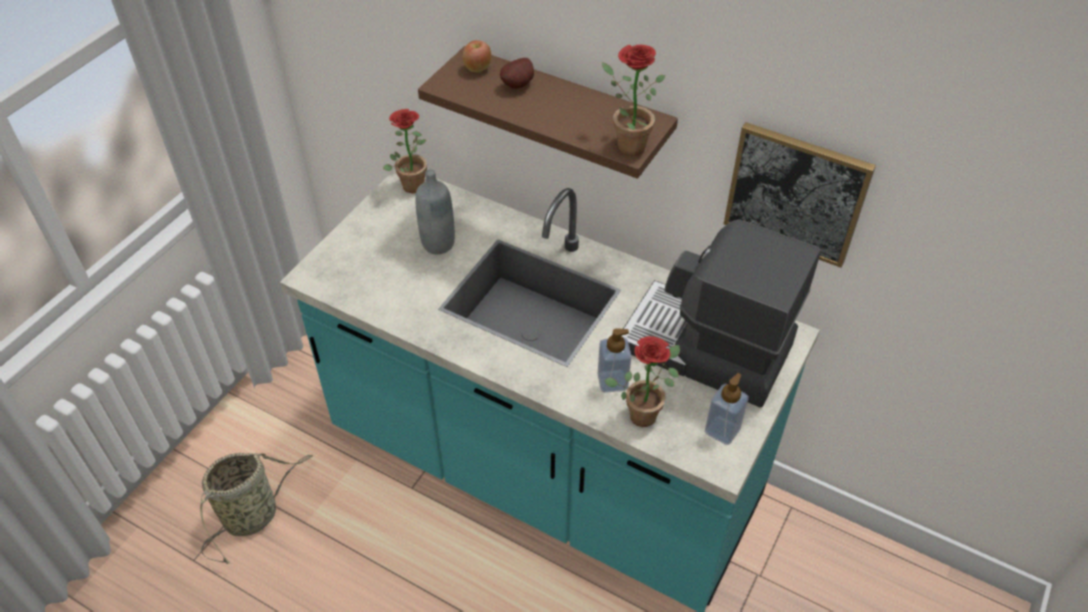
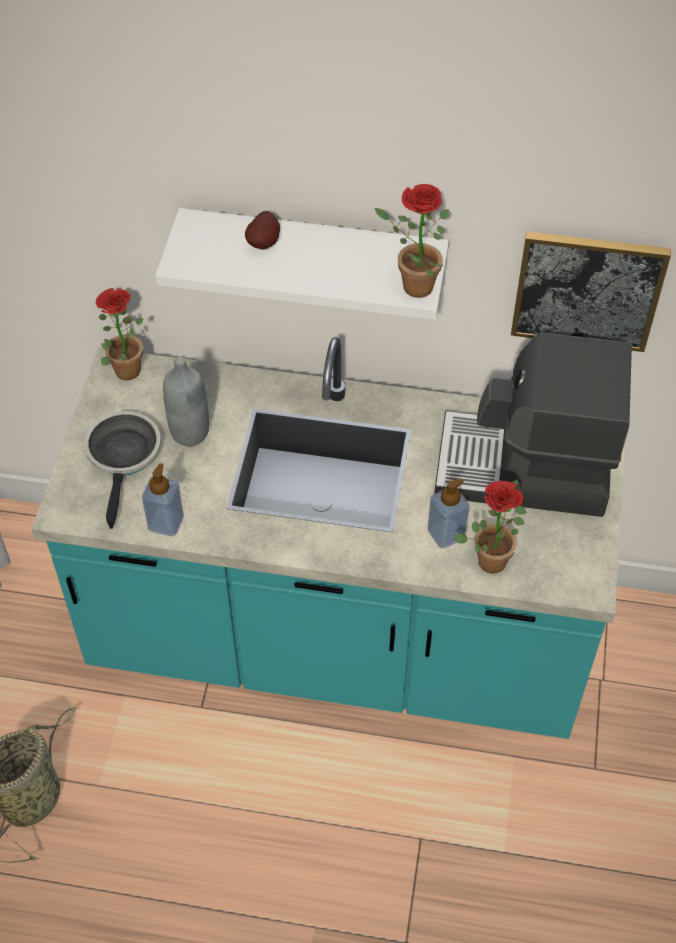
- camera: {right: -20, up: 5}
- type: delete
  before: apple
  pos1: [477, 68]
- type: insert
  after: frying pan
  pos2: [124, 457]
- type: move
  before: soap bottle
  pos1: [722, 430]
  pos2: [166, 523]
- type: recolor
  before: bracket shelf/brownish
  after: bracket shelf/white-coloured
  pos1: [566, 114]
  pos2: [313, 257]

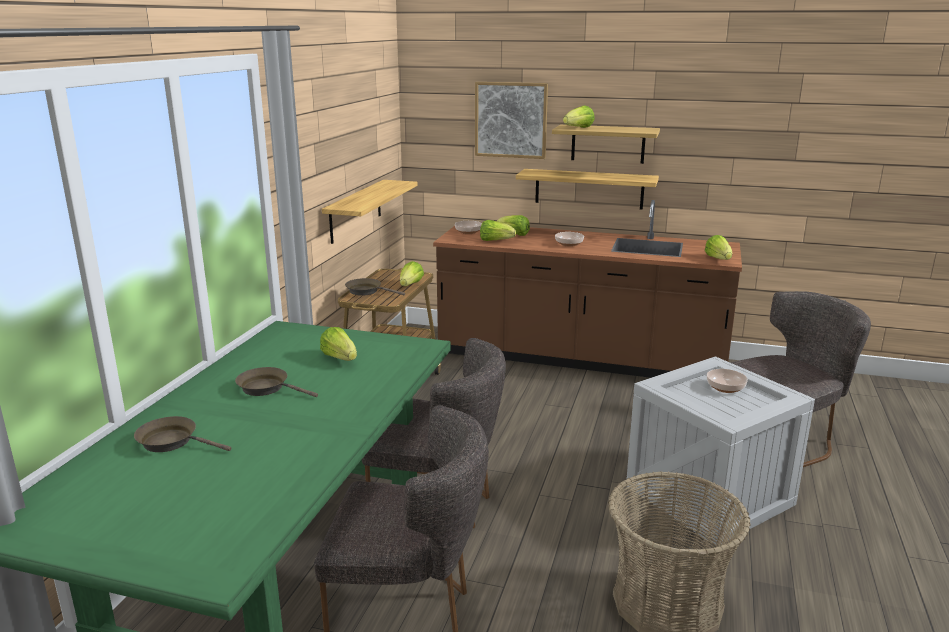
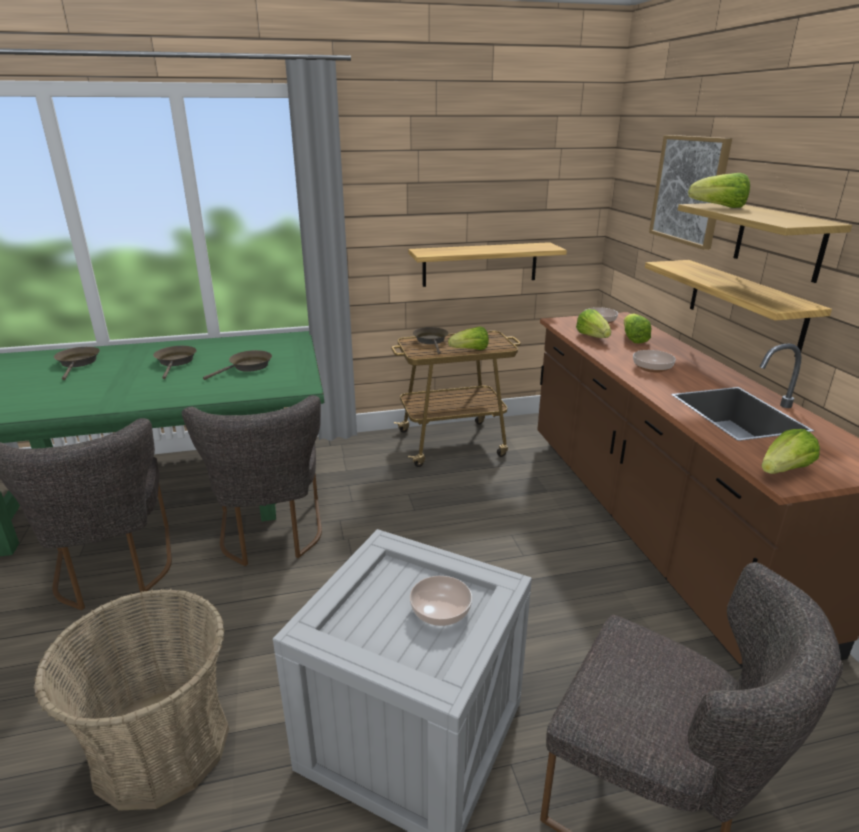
- camera: {right: 60, up: 5}
- type: replace
  before: lettuce head
  after: frying pan/brownish
  pos1: [340, 358]
  pos2: [248, 367]

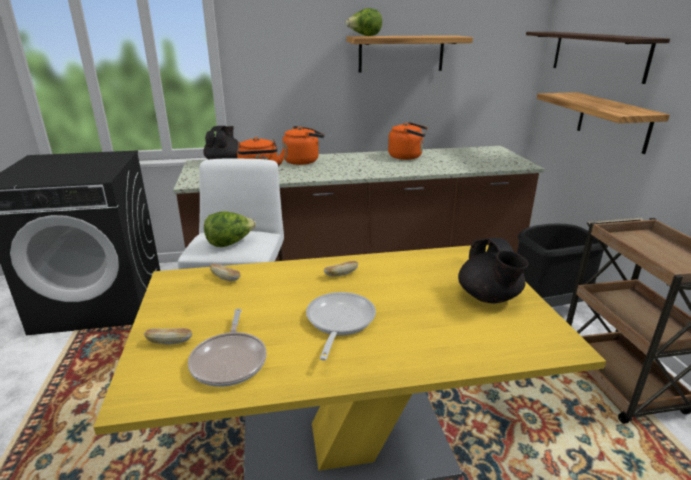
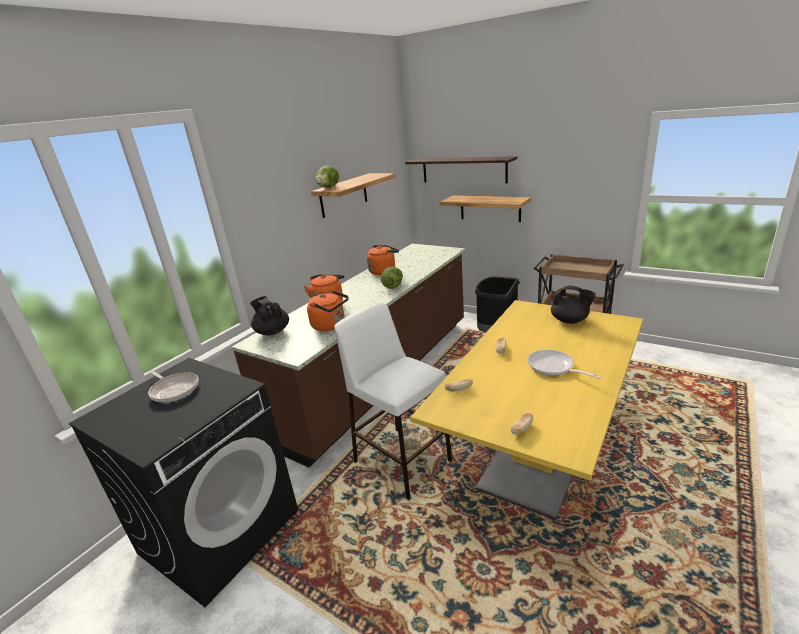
- camera: {right: -45, up: 0}
- type: move
  before: frying pan
  pos1: [230, 360]
  pos2: [174, 390]
- type: move
  before: lettuce head
  pos1: [230, 243]
  pos2: [393, 286]

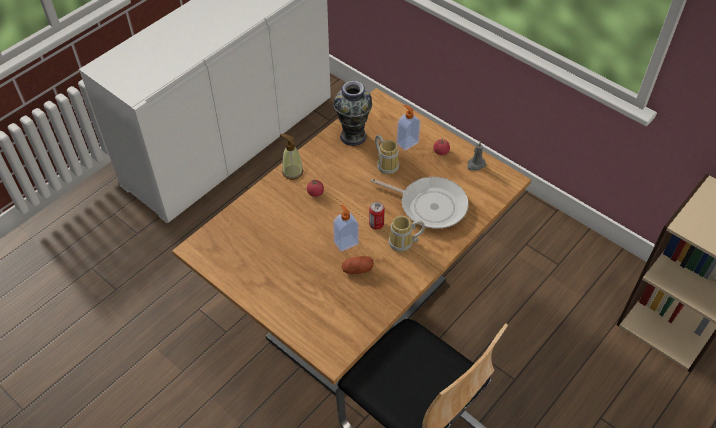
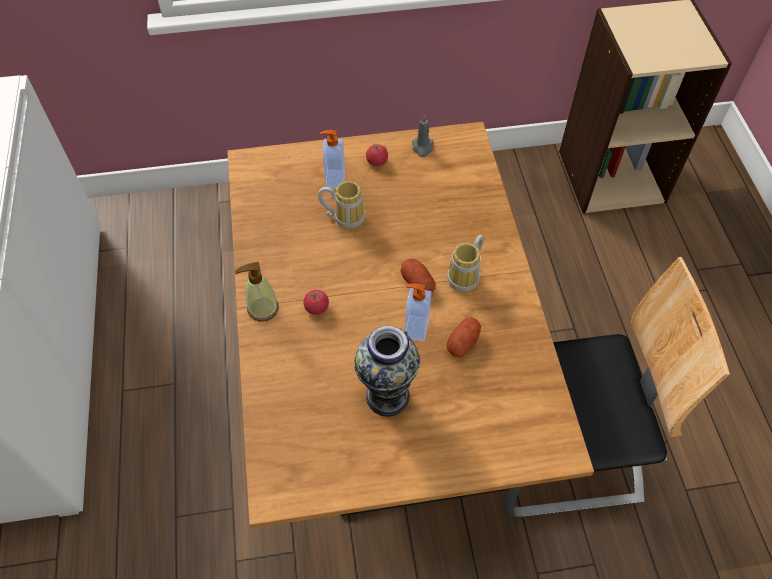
- camera: {right: -50, up: 5}
- type: delete
  before: frying pan
  pos1: [429, 205]
- type: move
  before: flower vase
  pos1: [353, 136]
  pos2: [388, 396]
- type: replace
  before: sealed can
  after: potato
  pos1: [376, 224]
  pos2: [417, 283]

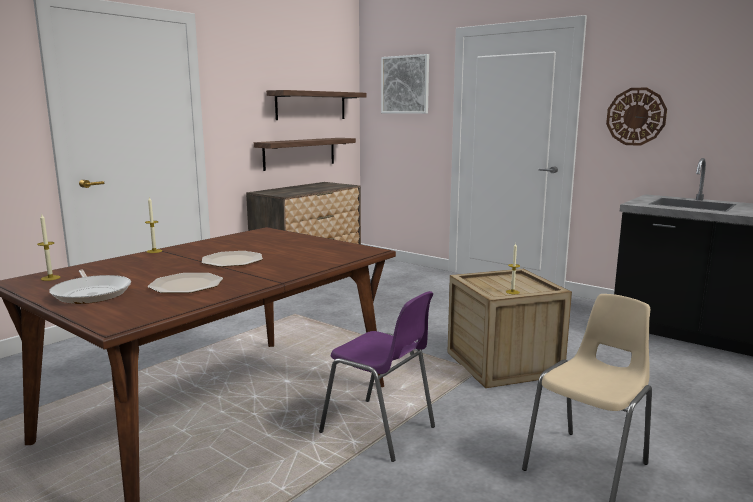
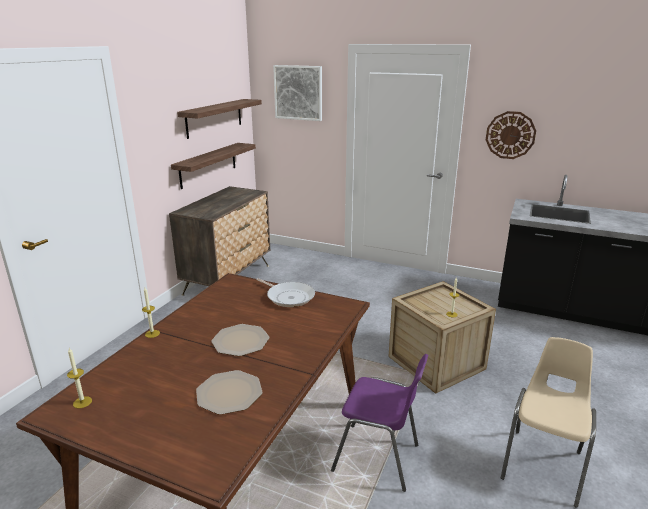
- camera: {right: -15, up: 10}
- type: move
  before: frying pan
  pos1: [92, 293]
  pos2: [289, 297]

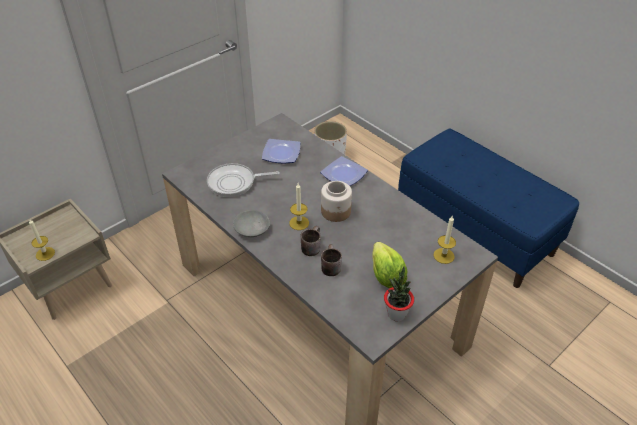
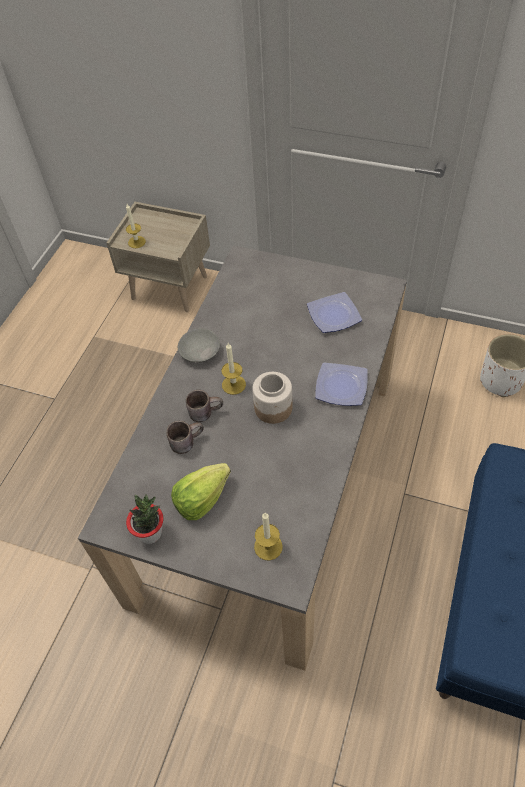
- camera: {right: 65, up: 10}
- type: delete
  before: frying pan
  pos1: [234, 183]

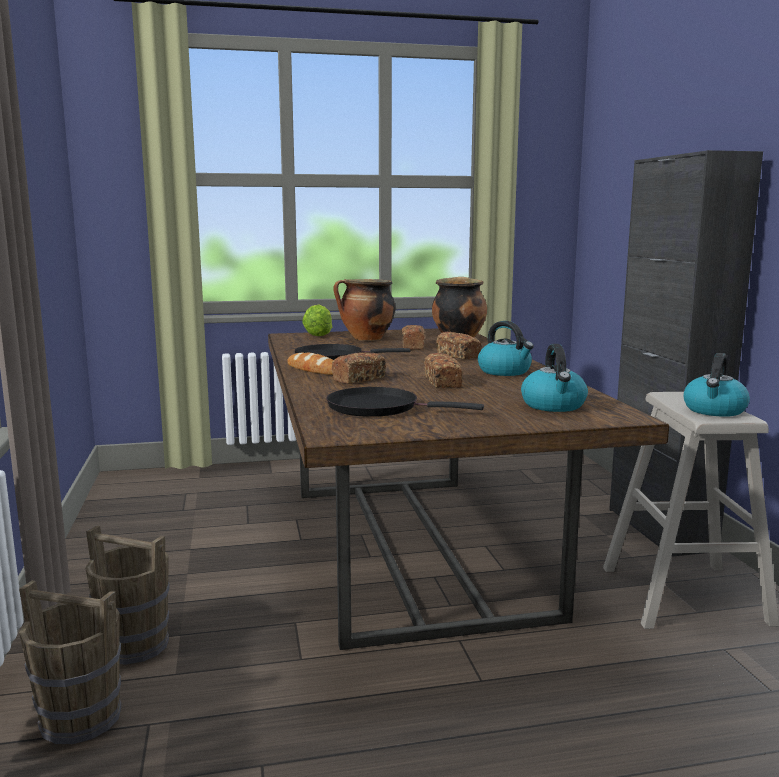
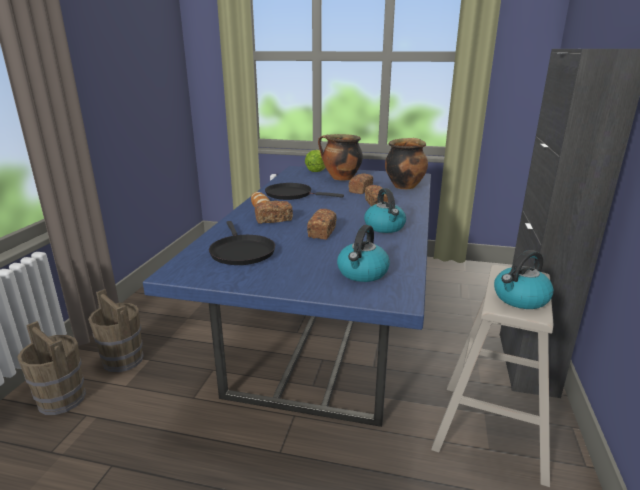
- camera: {right: 25, up: 10}
- type: recolor
  before: dining table/brownish
  after: dining table/blue
  pos1: [411, 546]
  pos2: [329, 331]
- type: rotate
  before: frying pan/black
  pos1: [379, 408]
  pos2: [241, 252]
  turn: -150

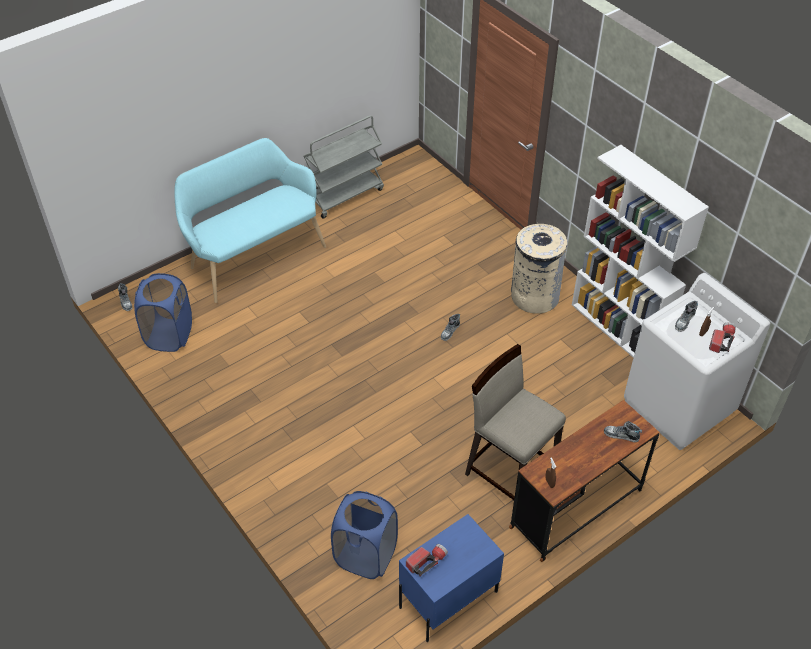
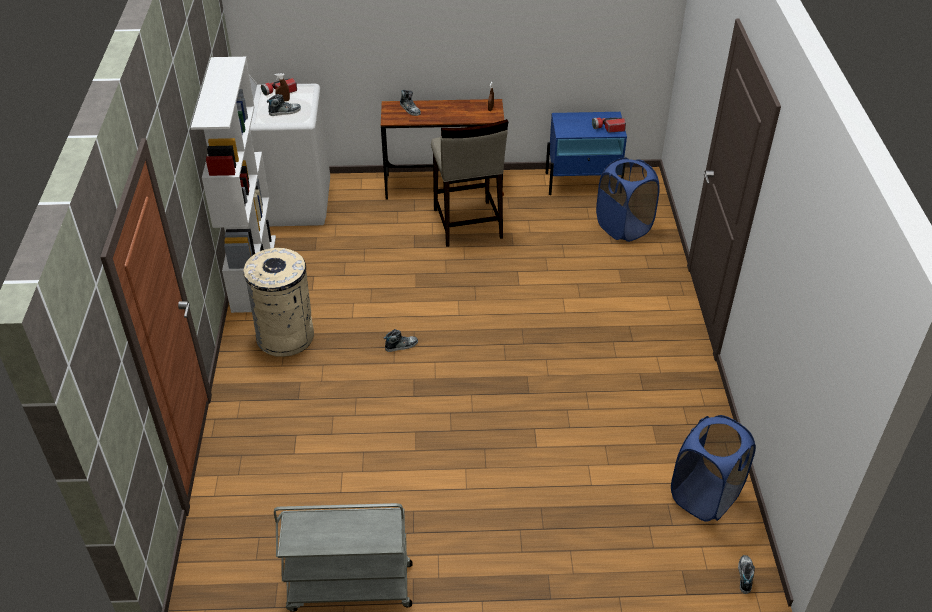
- camera: {right: -145, up: -5}
- type: delete
  before: long seat/turquoise-coloured
  pos1: [254, 255]

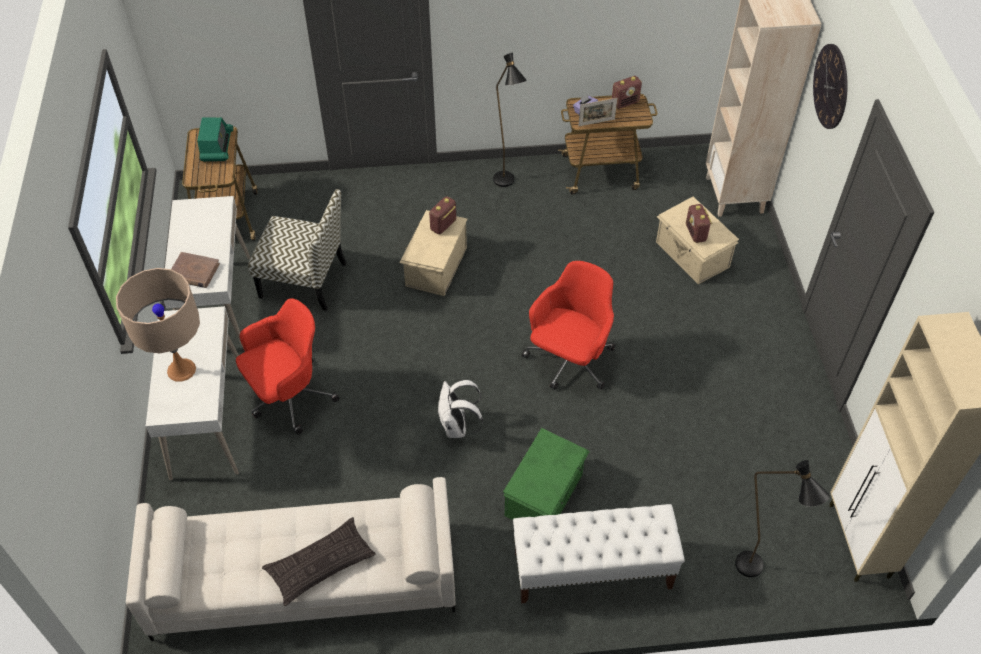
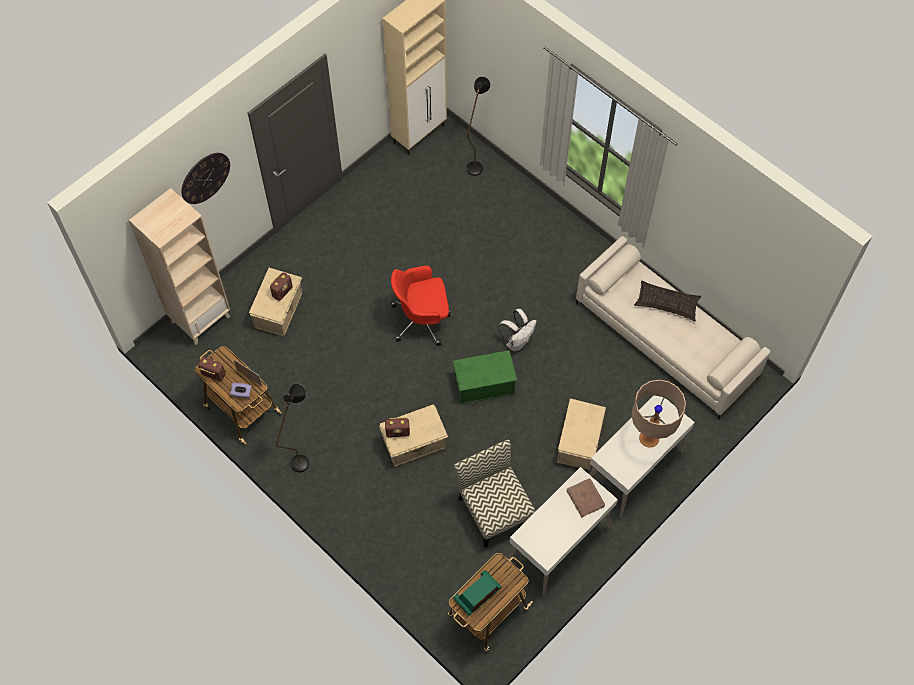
- camera: {right: -130, up: 10}
- type: delete
  before: long seat/white-coloured
  pos1: [592, 570]
- type: move
  before: storage bin/greenish
  pos1: [545, 495]
  pos2: [483, 384]
- type: replace
  before: desk chair/red
  after: storage bin/beige-coloured
  pos1: [289, 396]
  pos2: [579, 441]

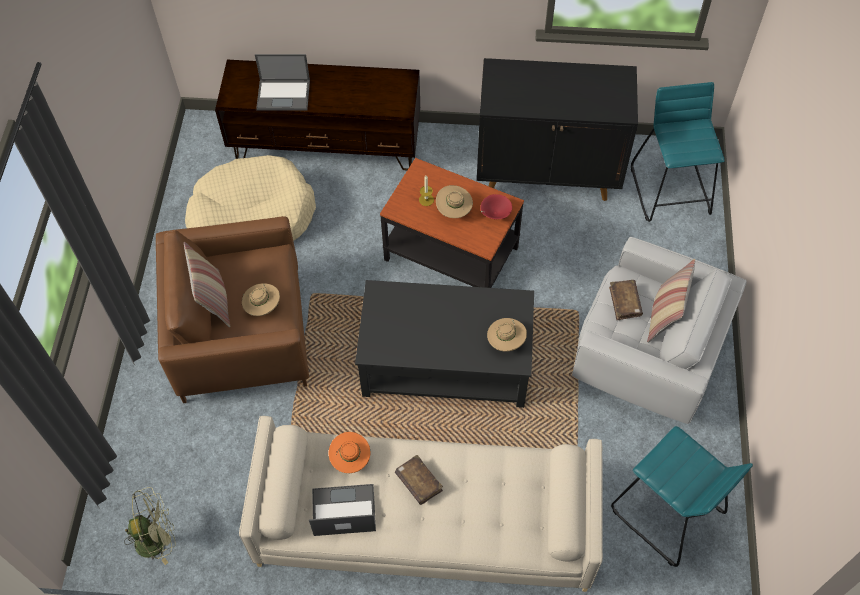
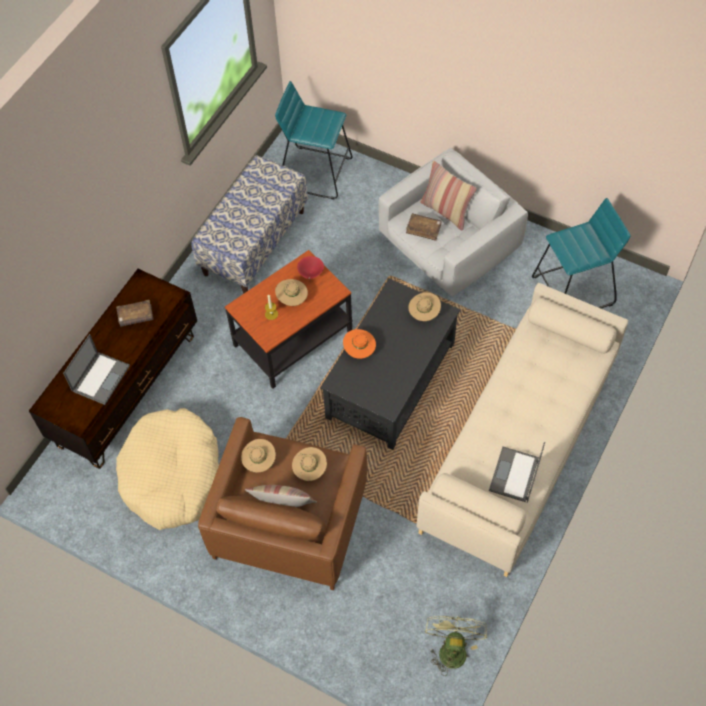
- camera: {right: -65, up: 0}
- type: insert
  after: hat/beige-coloured
  pos2: [259, 461]
- type: move
  before: hat/orange
  pos1: [350, 459]
  pos2: [359, 350]
- type: move
  before: bound book/brownish
  pos1: [418, 482]
  pos2: [135, 316]
- type: replace
  before: cupboard/black
  after: long seat
  pos1: [548, 173]
  pos2: [254, 242]

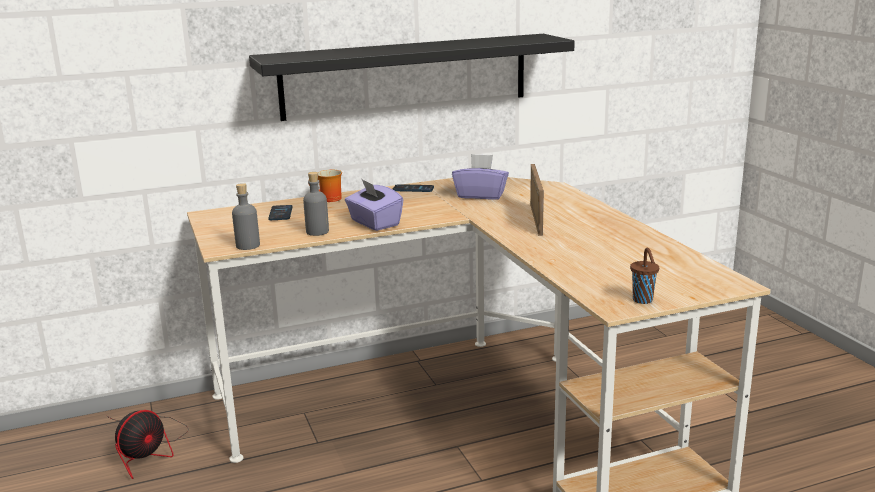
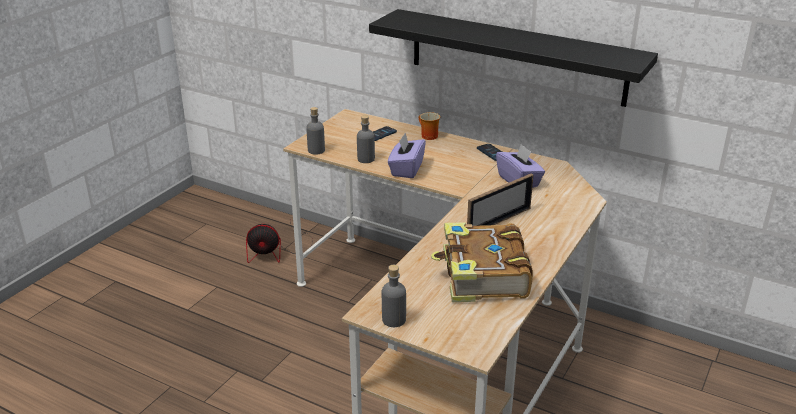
- camera: {right: 50, up: 10}
- type: insert
  after: bound book
  pos2: [482, 276]
- type: replace
  before: cup/brownish
  after: bottle/greyish
  pos1: [643, 301]
  pos2: [394, 320]

